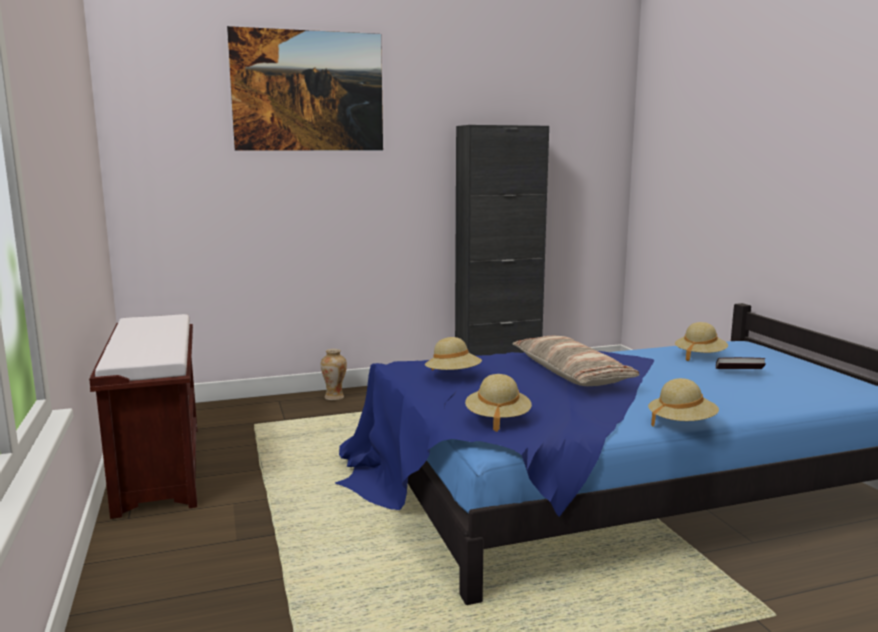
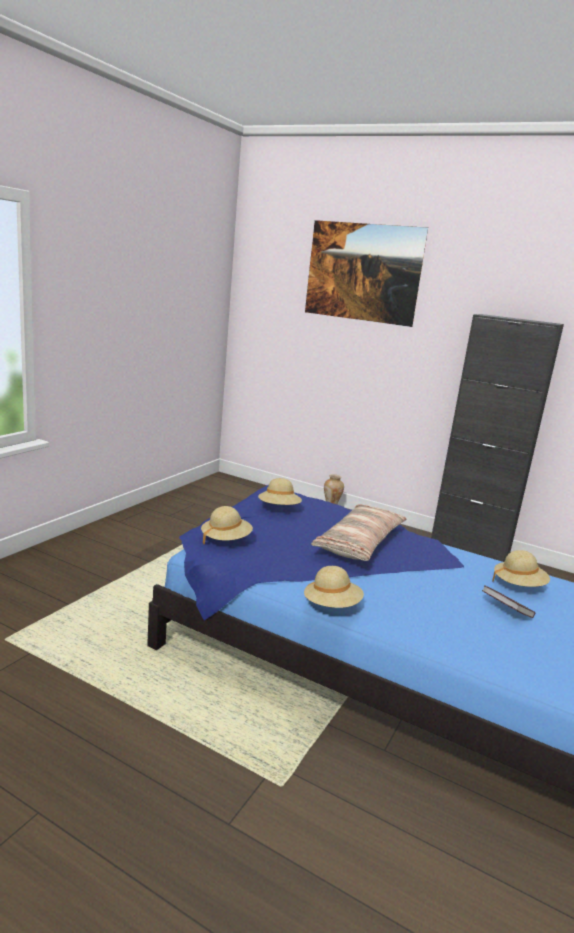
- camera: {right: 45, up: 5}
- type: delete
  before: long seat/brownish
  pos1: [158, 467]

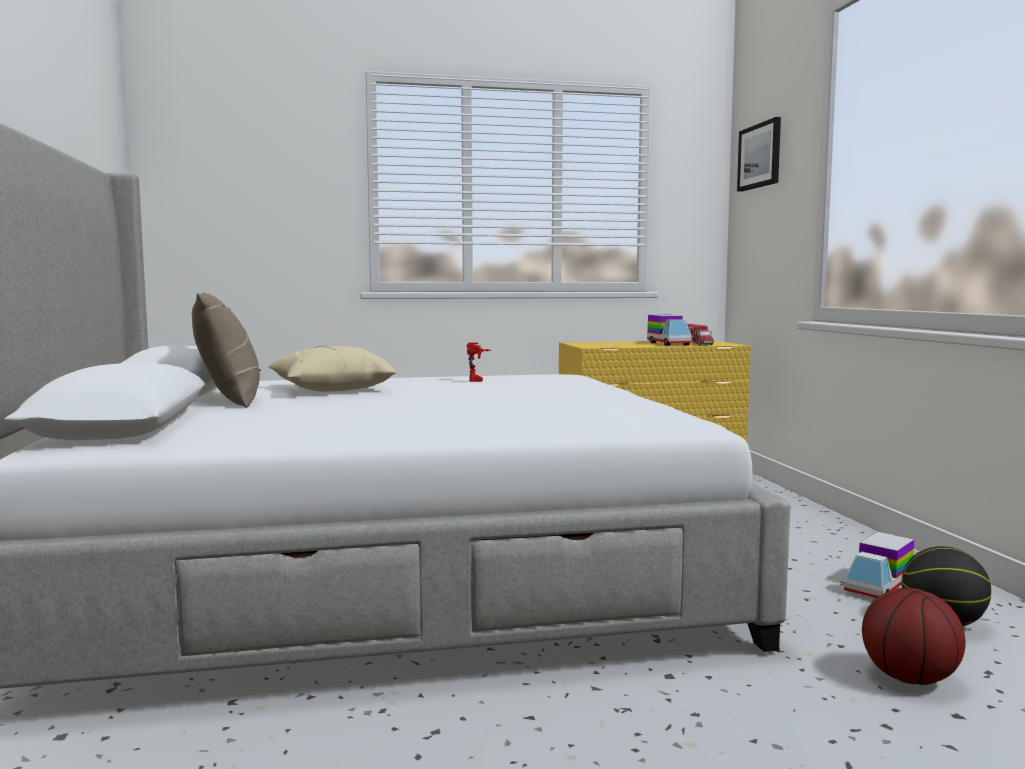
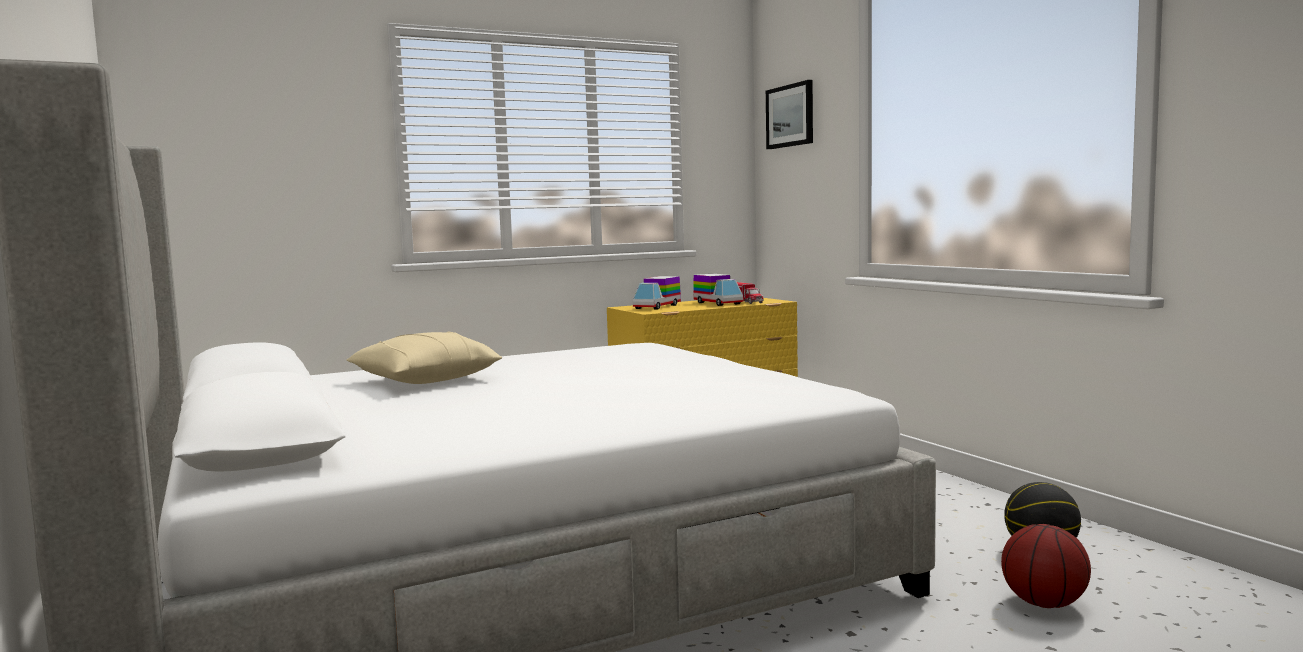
- camera: {right: -15, up: 0}
- type: delete
  before: pillow/beige-coloured
  pos1: [229, 400]
- type: delete
  before: robot figure
  pos1: [478, 380]
- type: move
  before: toy lorry
  pos1: [878, 586]
  pos2: [657, 306]

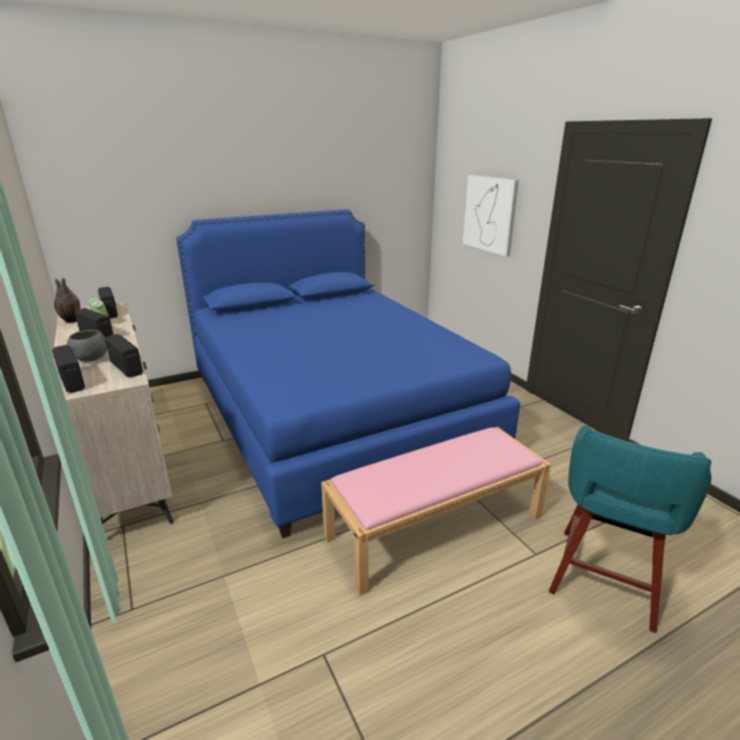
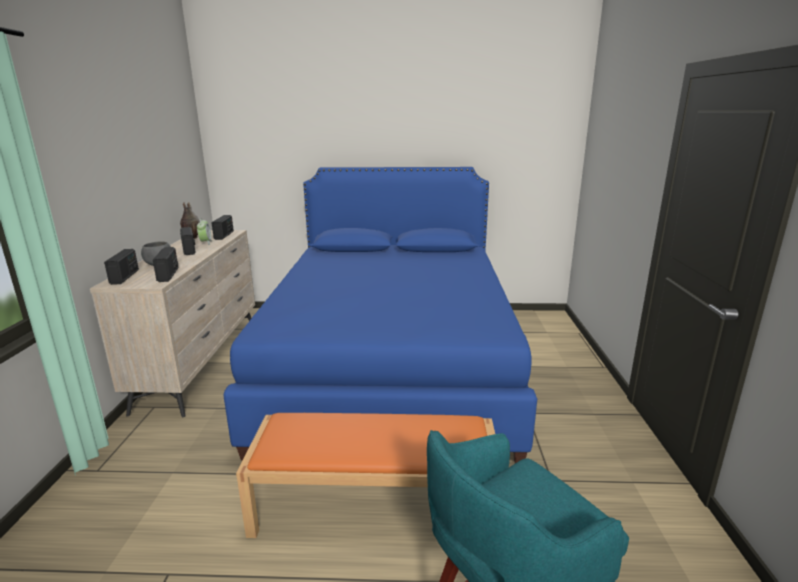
- camera: {right: 30, up: -5}
- type: delete
  before: picture
  pos1: [490, 214]
- type: recolor
  before: long seat/pinkish
  after: long seat/orange
  pos1: [435, 525]
  pos2: [377, 504]

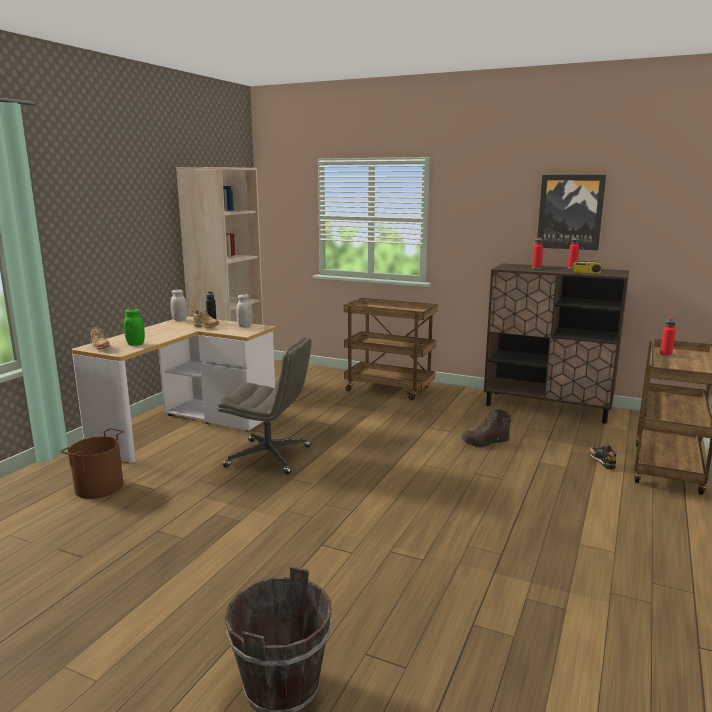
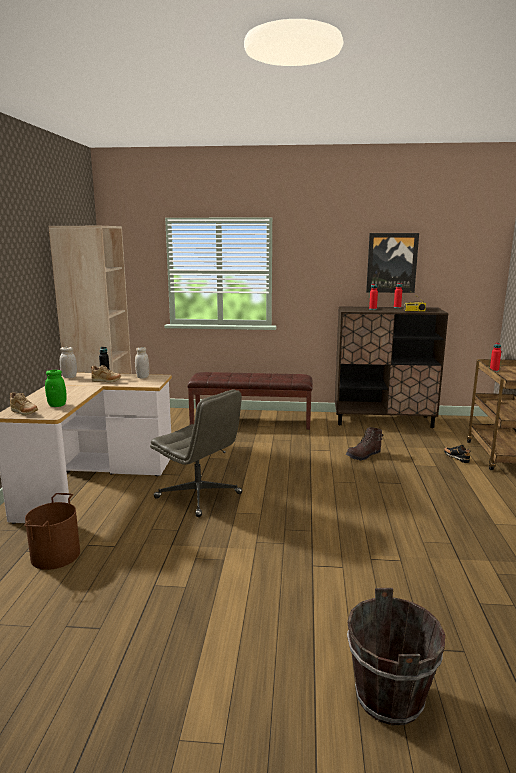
- camera: {right: -20, up: 0}
- type: replace
  before: wheeled cart/brownish
  after: long seat/brownish
  pos1: [390, 389]
  pos2: [251, 421]
- type: rotate
  before: desk chair/greyish
  pos1: [270, 456]
  pos2: [199, 496]
  turn: 45

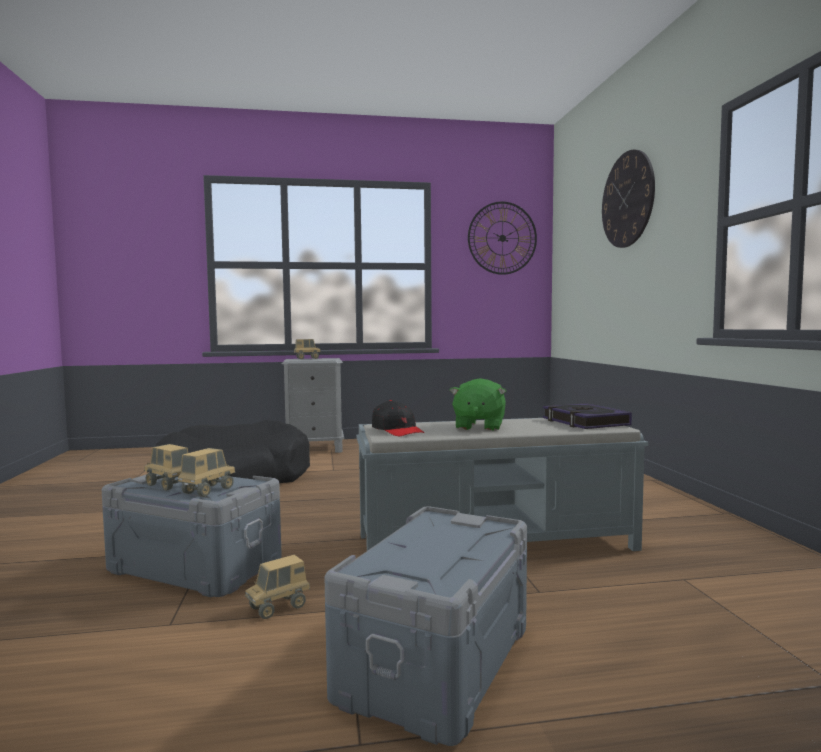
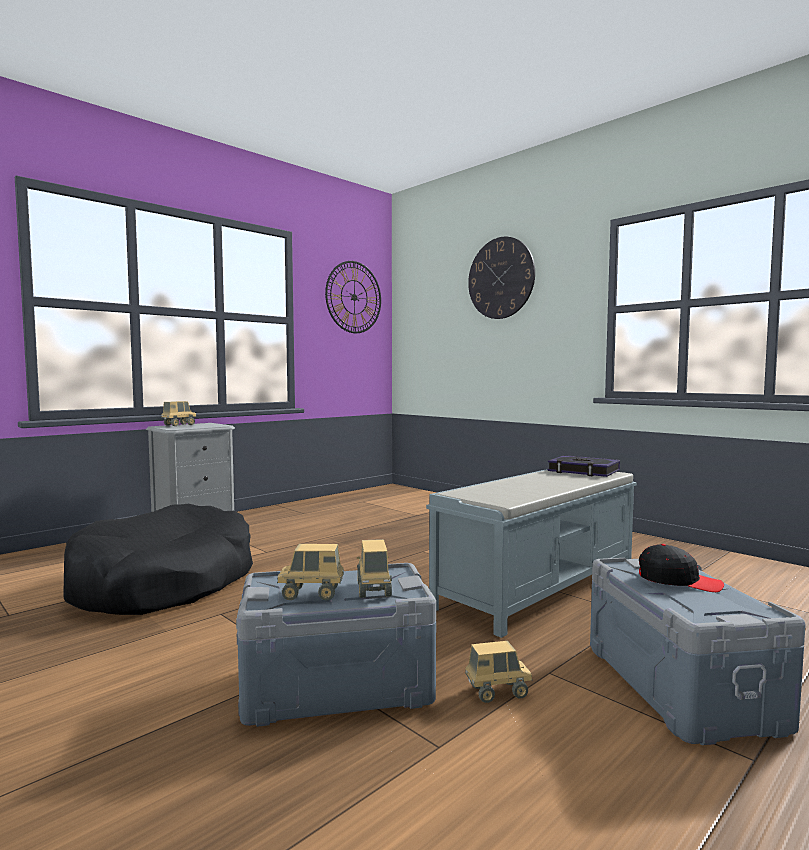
- camera: {right: -35, up: 0}
- type: delete
  before: soft toy/greenish
  pos1: [478, 426]
- type: move
  before: cap/black
  pos1: [397, 430]
  pos2: [678, 581]
- type: rotate
  before: toy lorry
  pos1: [278, 607]
  pos2: [497, 692]
  turn: -120

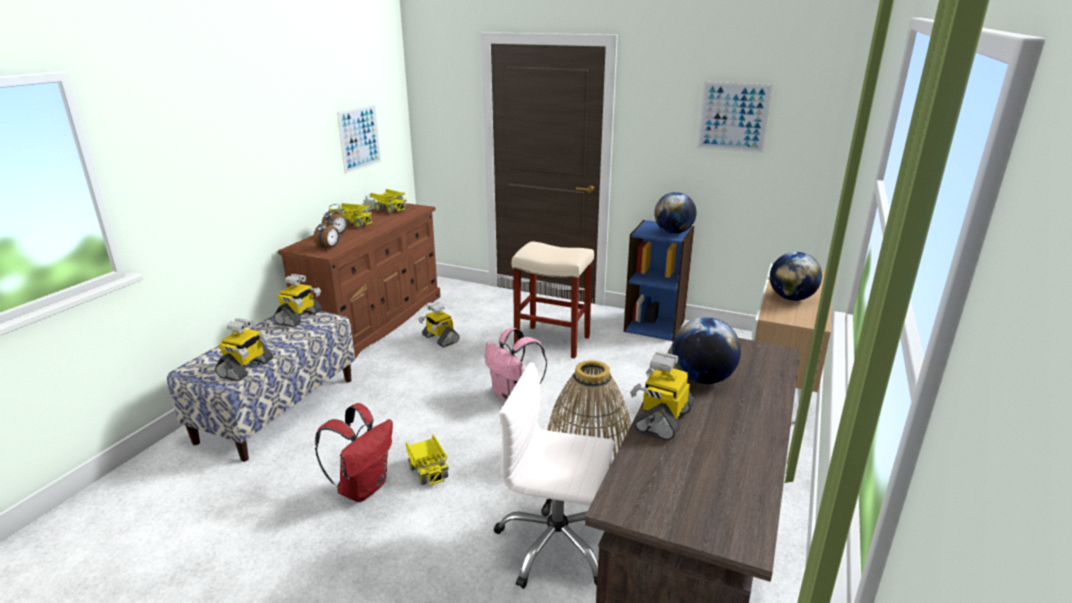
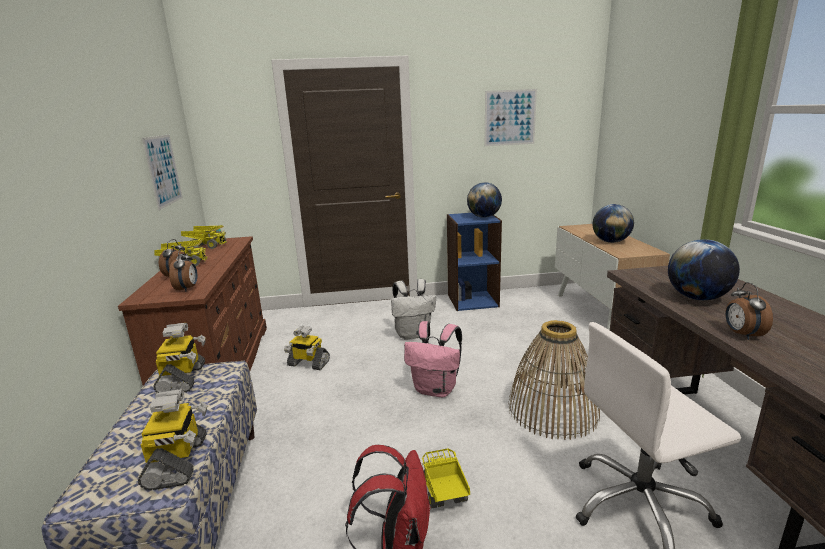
- camera: {right: -30, up: -5}
- type: replace
  before: stool seat/beige-coloured
  after: knapsack/white-coloured
  pos1: [553, 341]
  pos2: [413, 334]
- type: replace
  before: robot figure
  after: table clock
  pos1: [662, 419]
  pos2: [741, 334]
- type: rotate
  before: toy lorry
  pos1: [428, 470]
  pos2: [444, 493]
  turn: -135

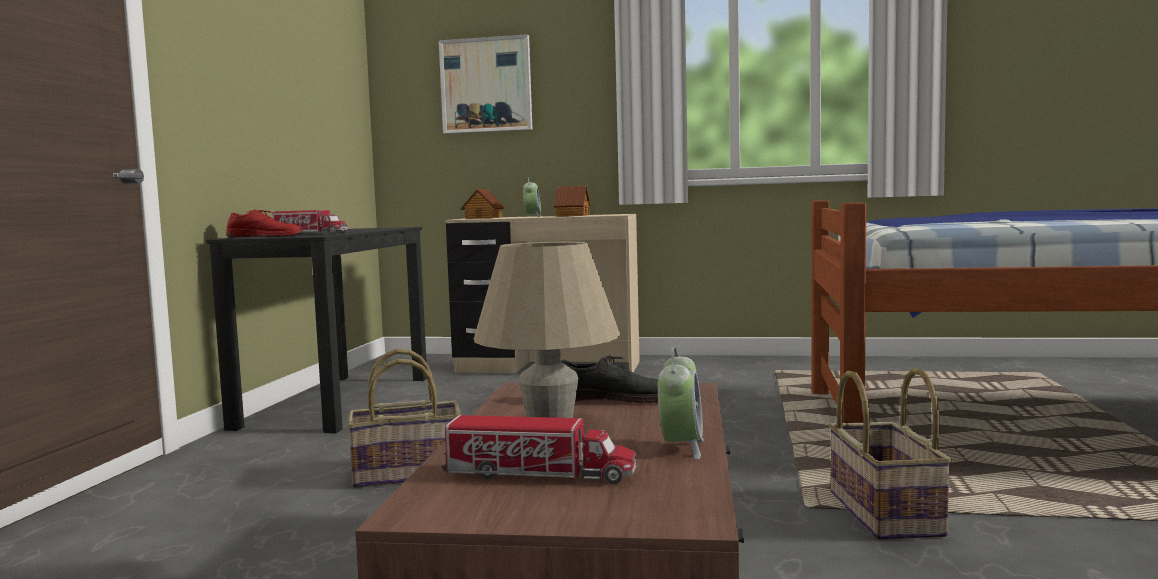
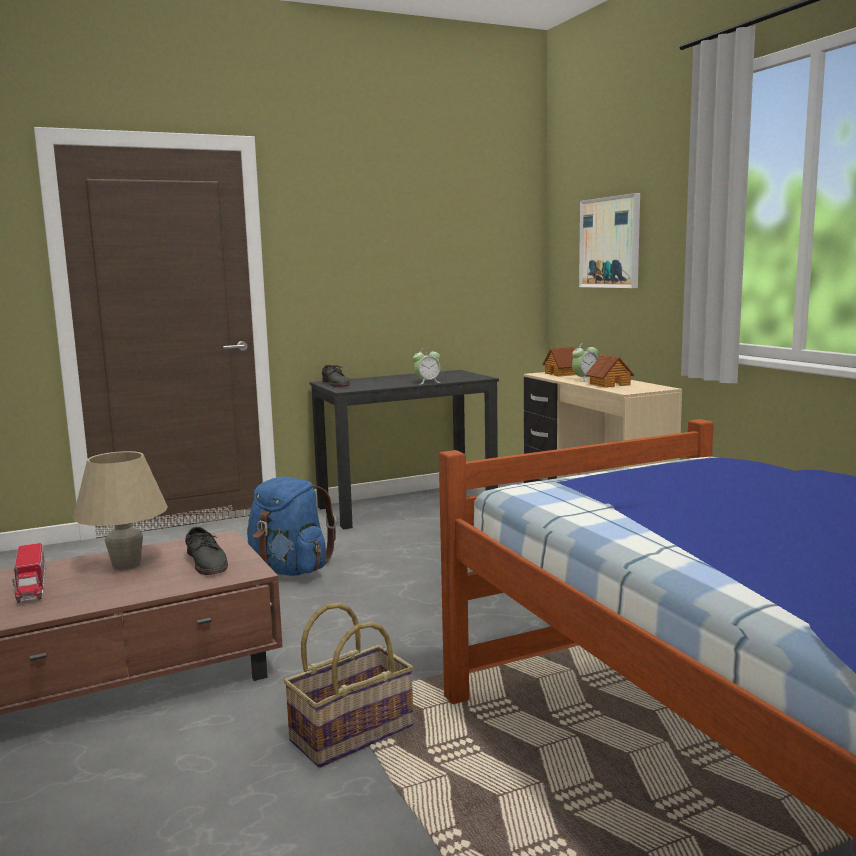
- camera: {right: 55, up: 5}
- type: delete
  before: toy lorry
  pos1: [310, 233]
- type: move
  before: table clock
  pos1: [681, 448]
  pos2: [427, 382]
- type: replace
  before: household basket
  after: knapsack/blue
  pos1: [408, 473]
  pos2: [290, 570]
- type: recolor
  before: shoe/red
  after: shoe/greyish
  pos1: [265, 236]
  pos2: [336, 384]

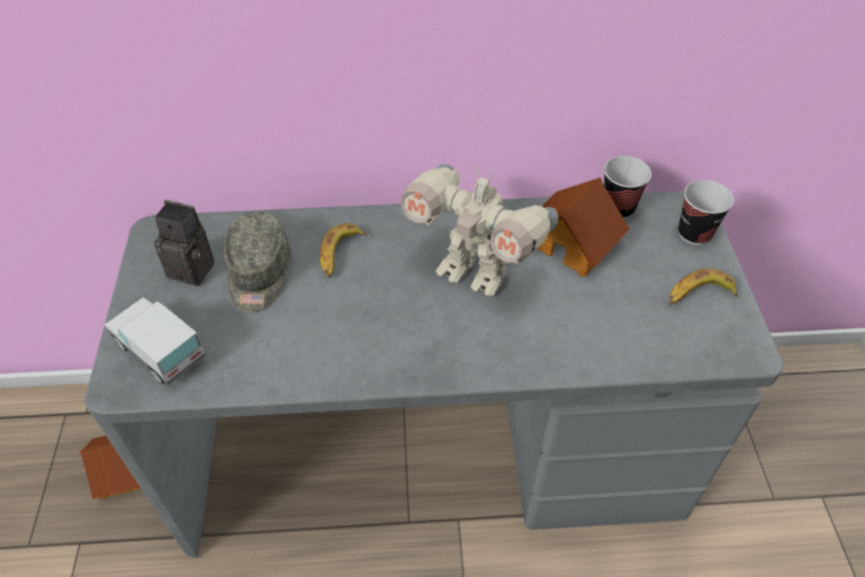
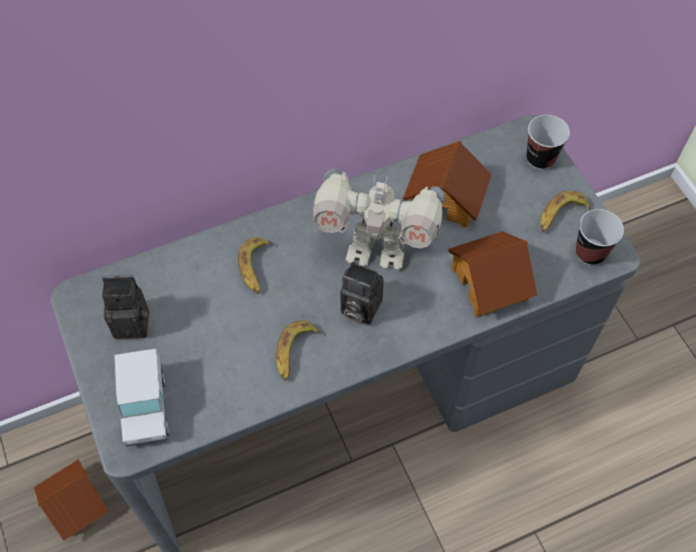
- camera: {right: -20, up: 10}
- type: delete
  before: cap/greyish
  pos1: [259, 274]
- type: insert
  after: banana
  pos2: [294, 352]
- type: insert
  after: still camera
  pos2: [358, 308]
- type: insert
  after: toy house
  pos2: [490, 282]
- type: move
  before: cup
  pos1: [617, 209]
  pos2: [590, 253]
- type: rotate
  before: toy lorry
  pos1: [160, 351]
  pos2: [146, 407]
  turn: -120

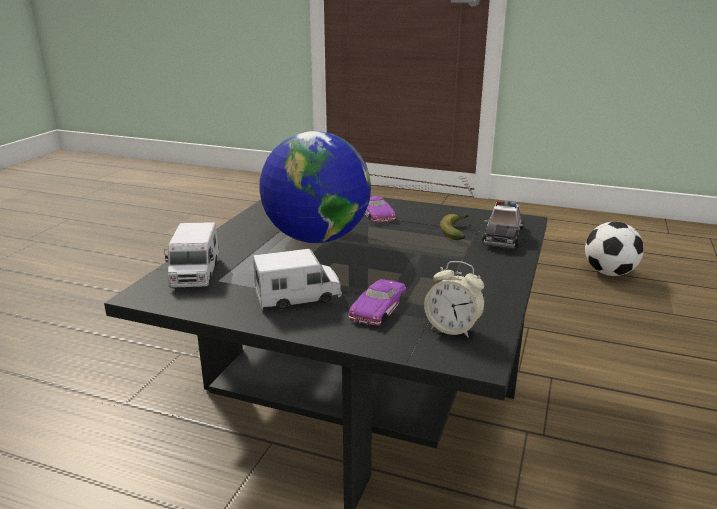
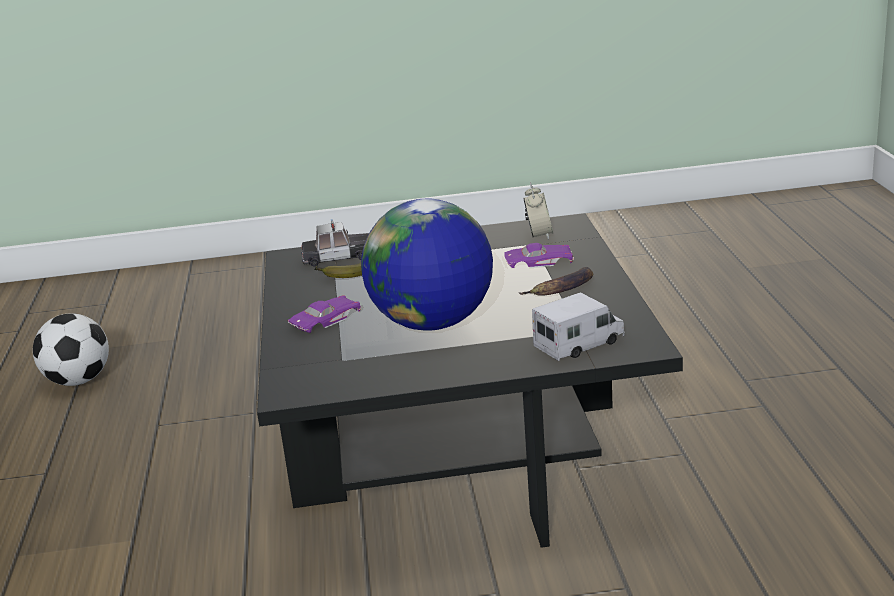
- camera: {right: -115, up: 0}
- type: replace
  before: toy lorry
  after: banana
  pos1: [298, 297]
  pos2: [562, 289]

